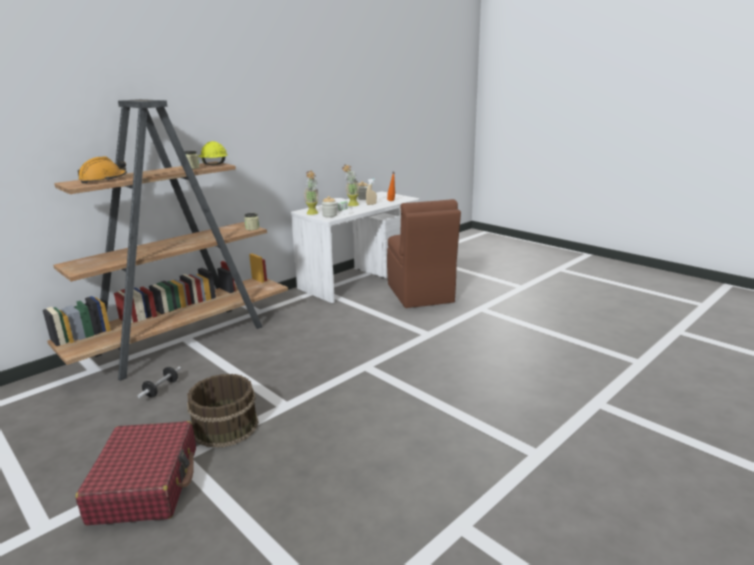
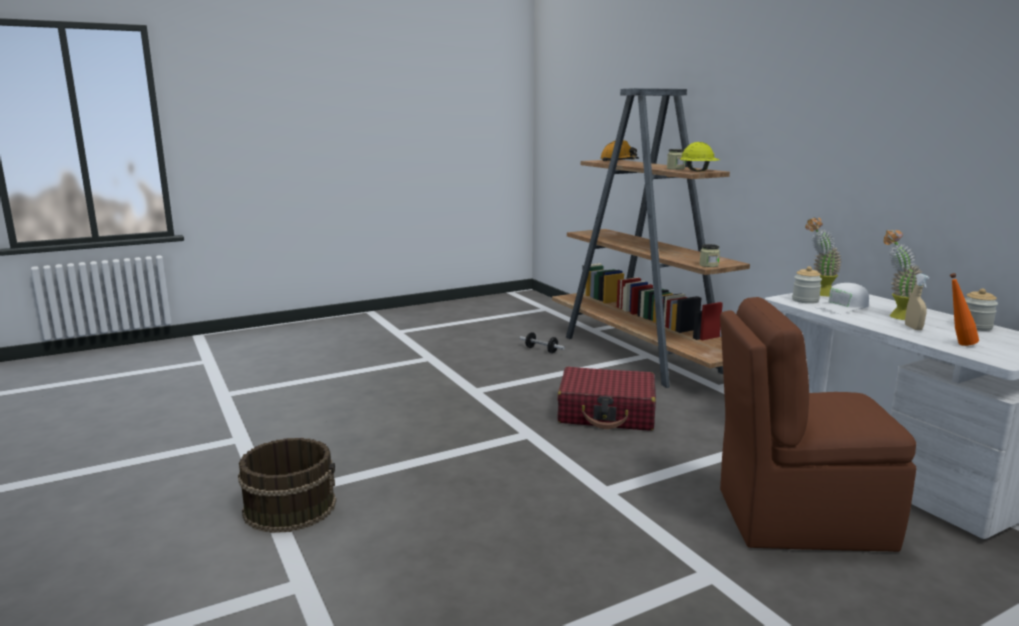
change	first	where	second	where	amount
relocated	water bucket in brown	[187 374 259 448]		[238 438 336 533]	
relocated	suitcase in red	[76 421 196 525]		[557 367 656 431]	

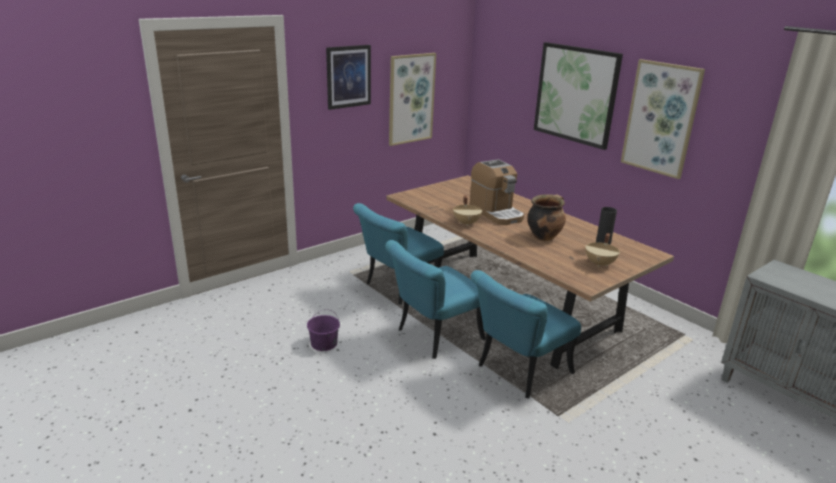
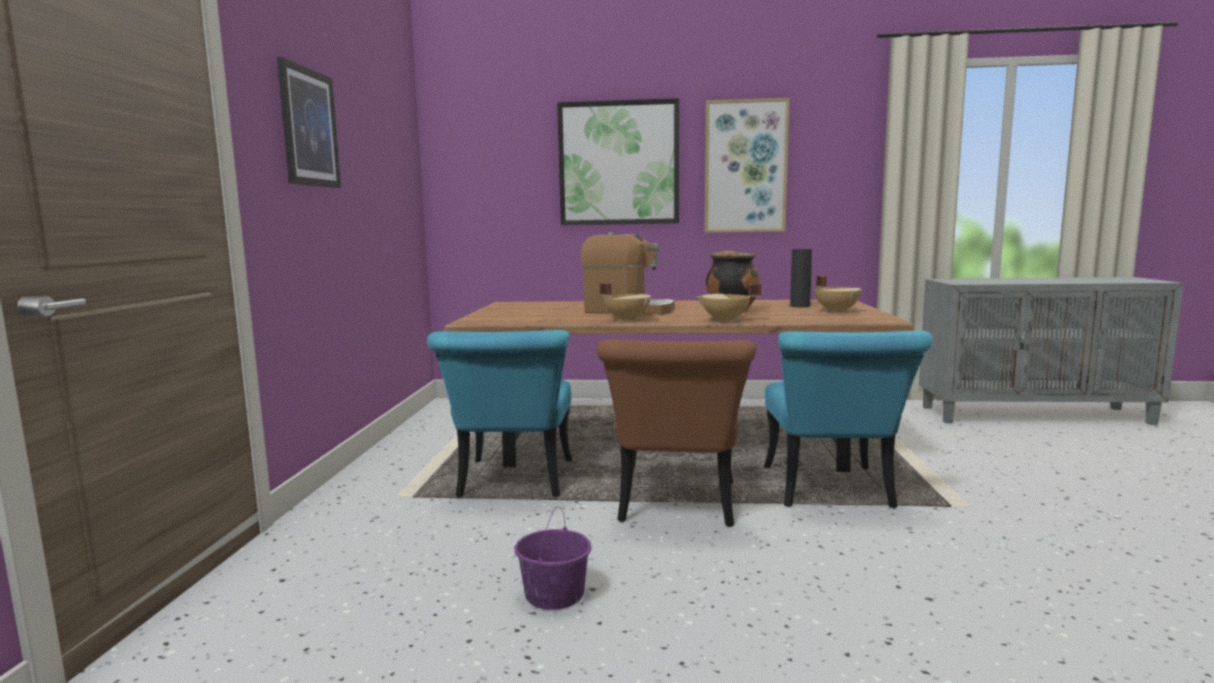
change	first	where	second	where	amount
missing	picture	[389 53 436 146]			
colour	plain chair in blue-green	[385 240 486 359]	plain chair in brown	[597 340 756 527]	
appeared			cooking pot in beige-coloured	[696 284 761 322]	

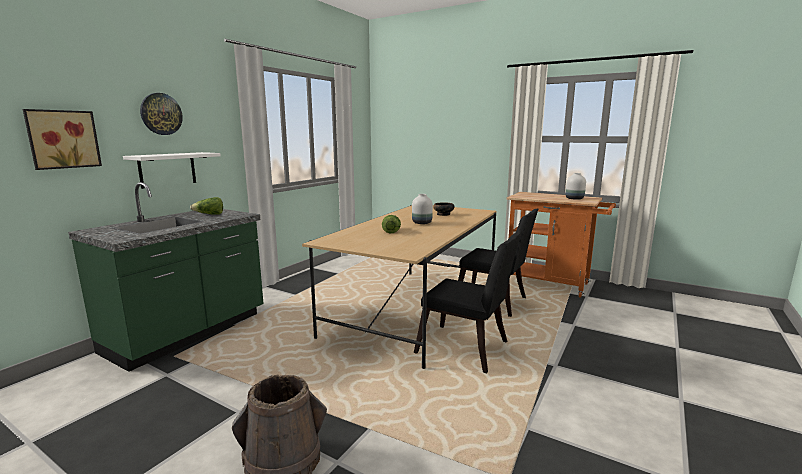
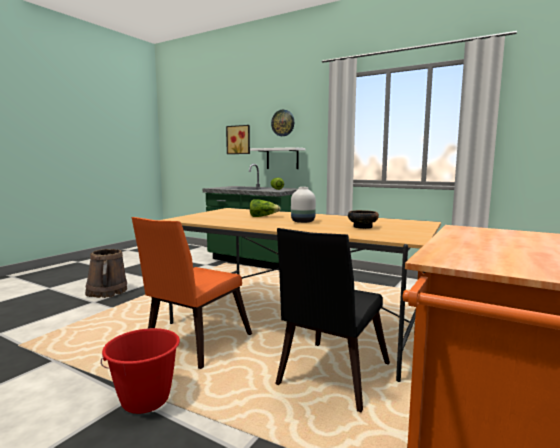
change	first	where	second	where	amount
missing	flower vase in white	[565 173 586 200]			
colour	plain chair in blackish	[414 231 522 373]	plain chair in orange	[132 217 252 369]	
appeared			water bucket in red	[101 328 180 414]	

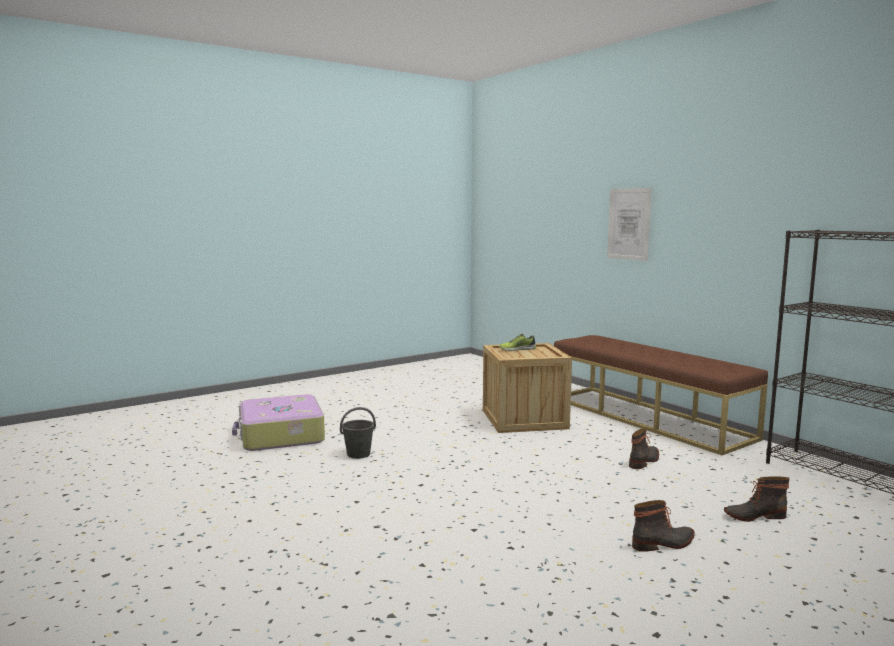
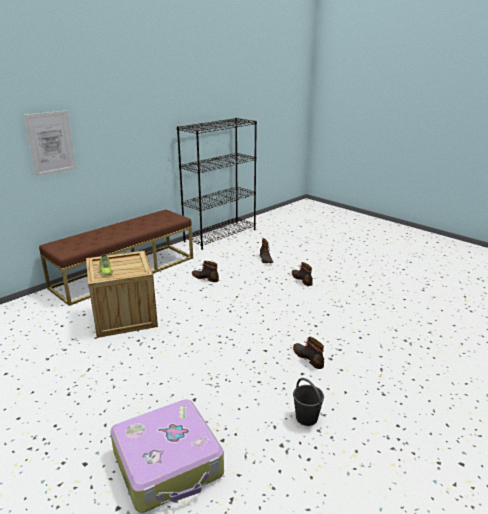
change	first	where	second	where	amount
relocated	water bucket in gray	[340 407 376 459]		[293 378 324 426]	
appeared			high-top boot	[293 337 324 369]	

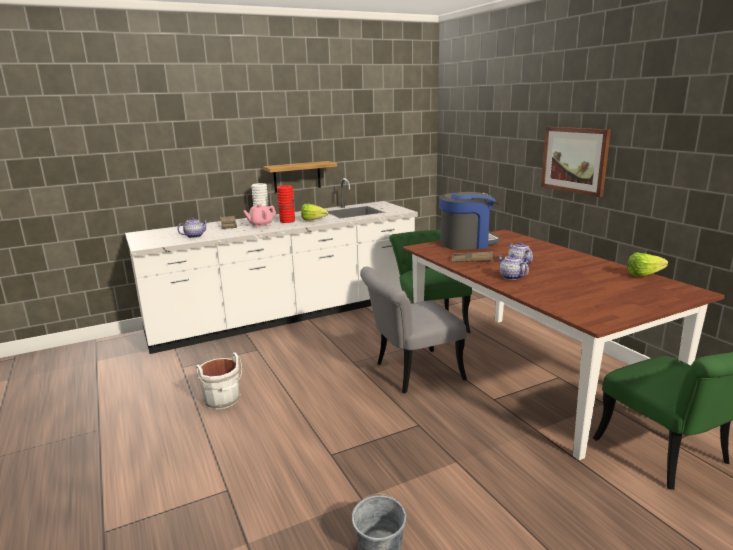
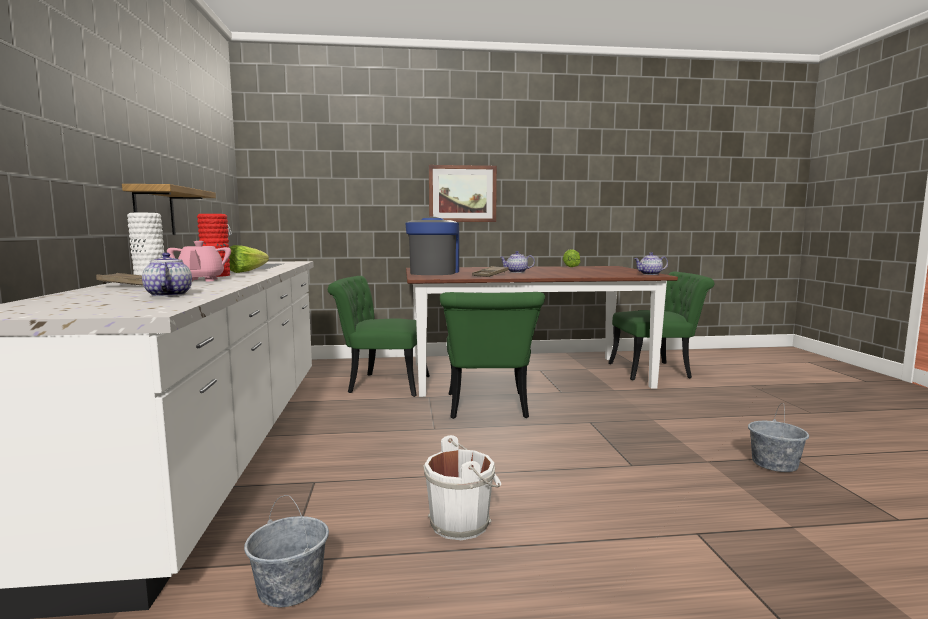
change	first	where	second	where	amount
relocated	teapot	[498 254 529 280]		[634 252 668 275]	
colour	plain chair in gray	[360 266 467 393]	plain chair in green-coloured	[440 292 545 419]	
appeared			water bucket in gray	[244 495 329 607]	

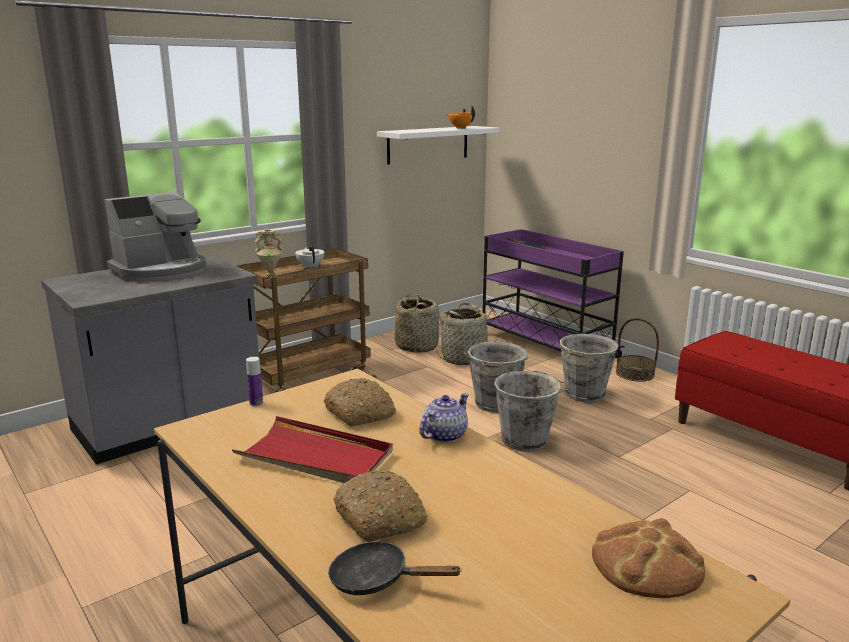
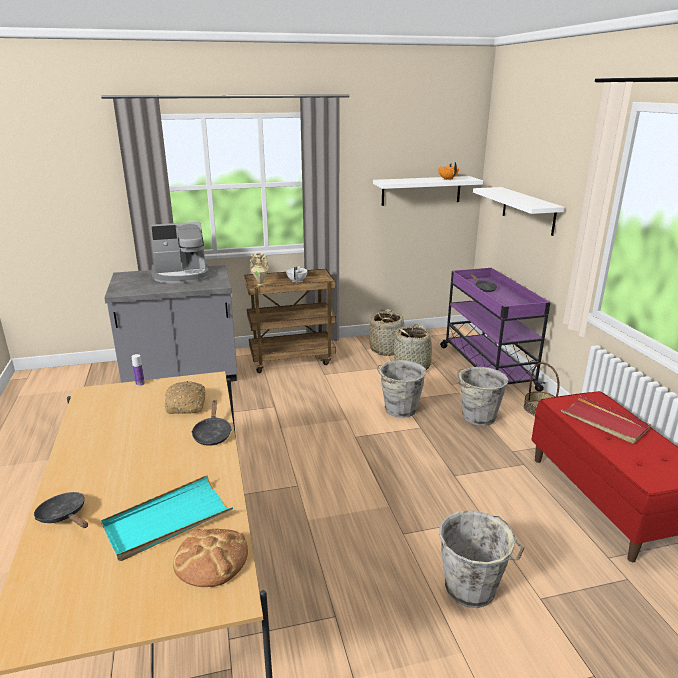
change	first	where	second	where	amount
relocated	water bucket in gray	[494 371 569 452]		[439 510 524 608]	
exchanged	teapot	[419 393 469 443]	skillet in blackish	[191 400 232 446]	
relocated	carrying tray in red	[232 416 393 483]		[560 395 651 444]	
missing	bakery bread	[333 470 427 542]			
appeared			bracket shelf in white	[473 187 565 236]	
appeared			carrying tray in blue-green	[101 475 233 561]	

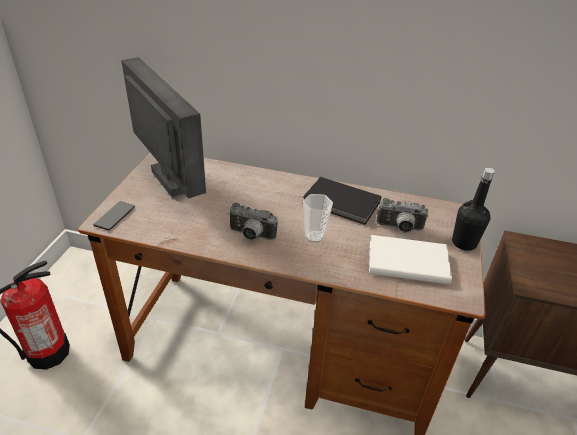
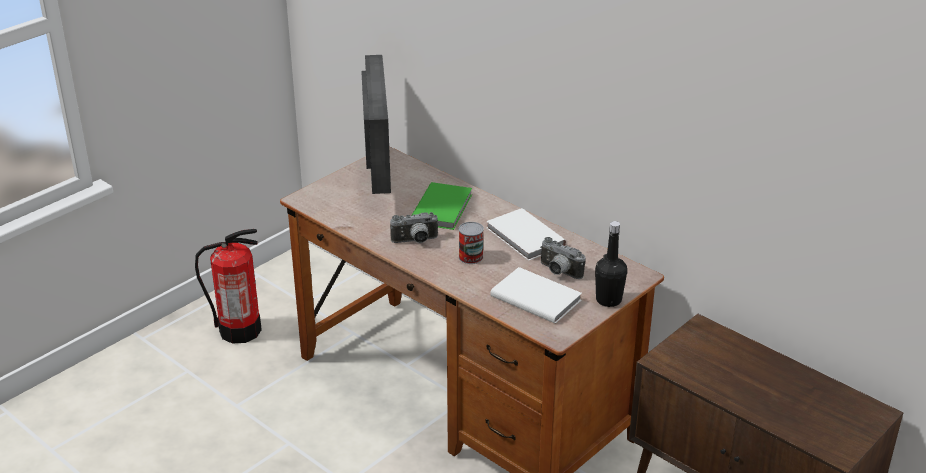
change	first	where	second	where	amount
colour	book in blackish	[302 177 381 225]	book in white	[486 208 566 261]	
exchanged	cup	[303 194 333 243]	can	[459 222 484 264]	
missing	phone	[94 201 135 230]			
spun	still camera	[228 203 278 240]		[390 212 439 243]	60 degrees counterclockwise
appeared			book in green-coloured	[411 182 472 230]	

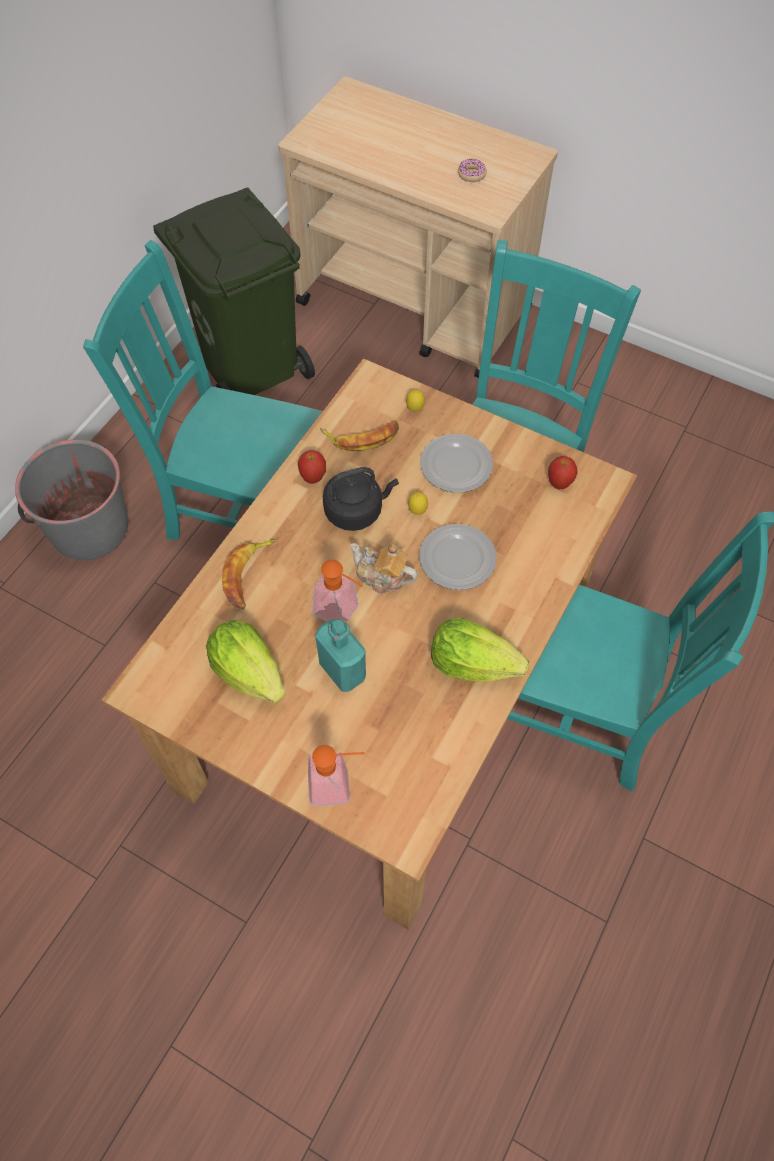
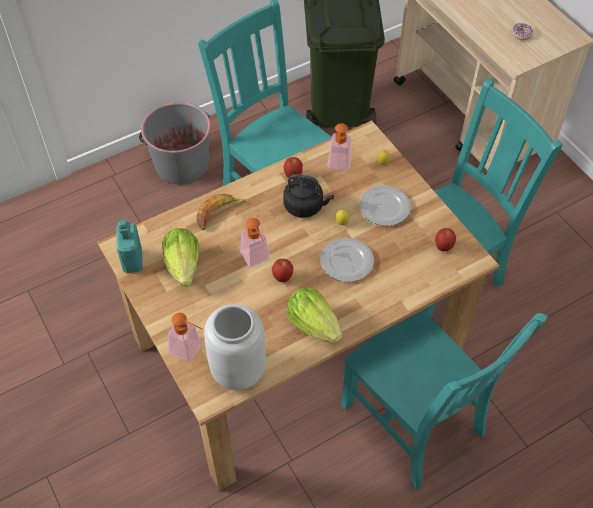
change	first	where	second	where	amount
exchanged	whole banana	[320 421 399 451]	soap bottle	[327 123 352 170]	
missing	teapot	[351 543 417 594]			
relocated	bottle in blue-green	[315 619 366 692]		[116 220 143 273]	
appeared			whole apple	[272 259 293 282]	
appeared			flower vase in gray	[204 304 266 390]	

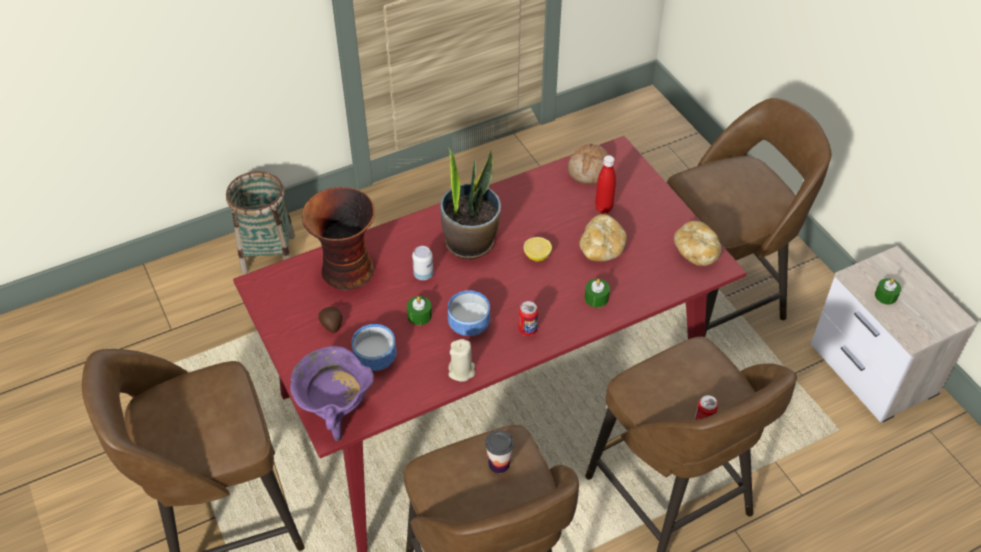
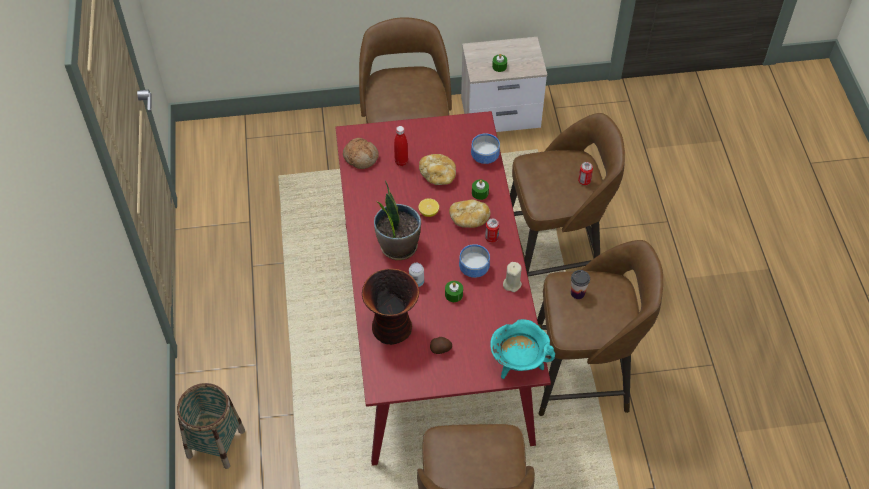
change	first	where	second	where	amount
relocated	bakery bread	[674 221 721 266]		[449 199 490 228]	
relocated	deep dish	[352 324 397 371]		[471 133 500 164]	
colour	cooking pot in purple-coloured	[290 346 374 441]	cooking pot in blue-green	[490 319 555 379]	

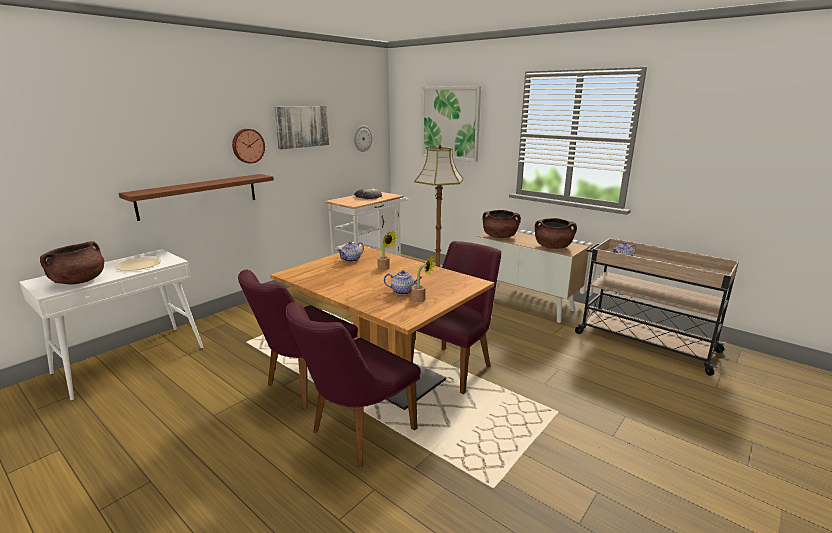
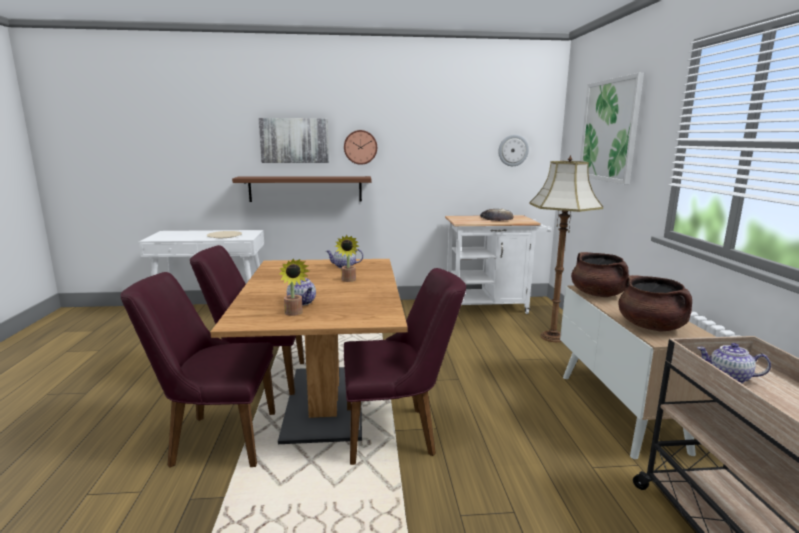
change	first	where	second	where	amount
relocated	picture	[274 106 329 149]		[258 118 329 163]	
missing	cooking pot in brown	[40 241 104 284]			

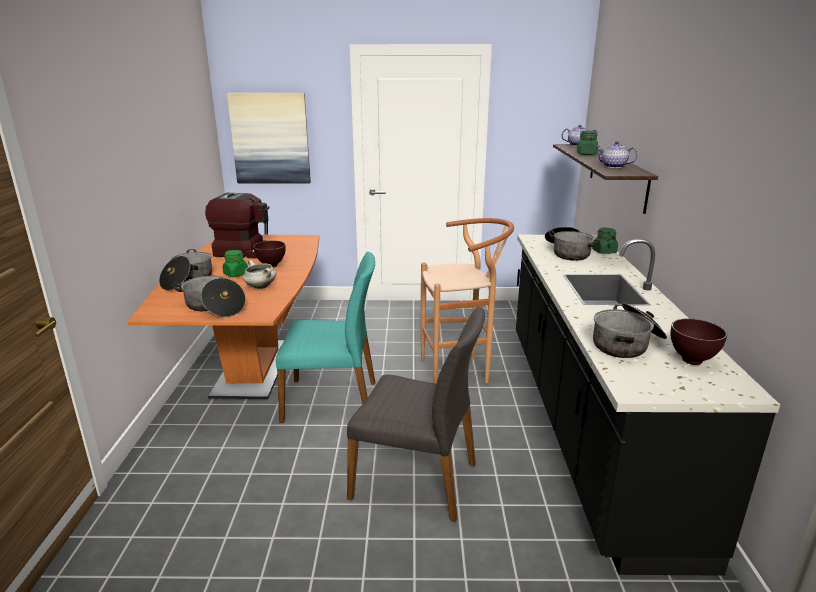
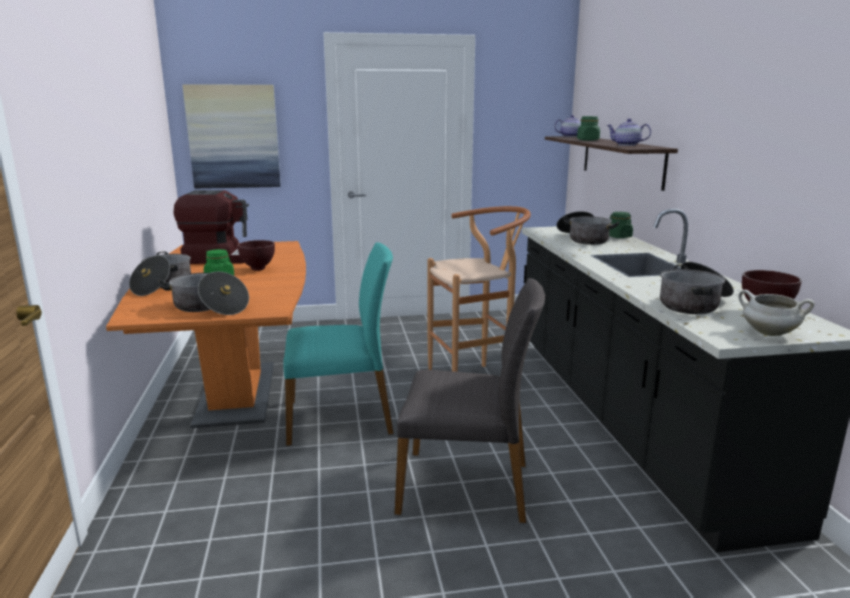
change	first	where	second	where	amount
relocated	cooking pot in white	[243 260 276 289]		[738 290 815 336]	

